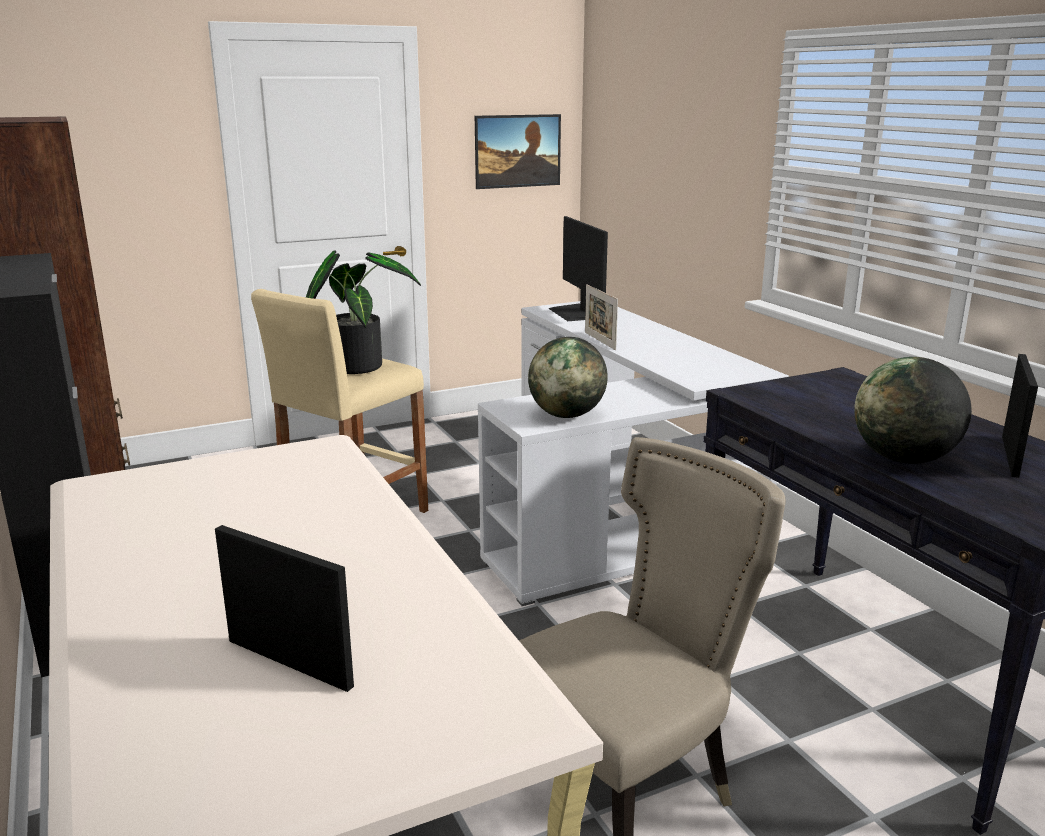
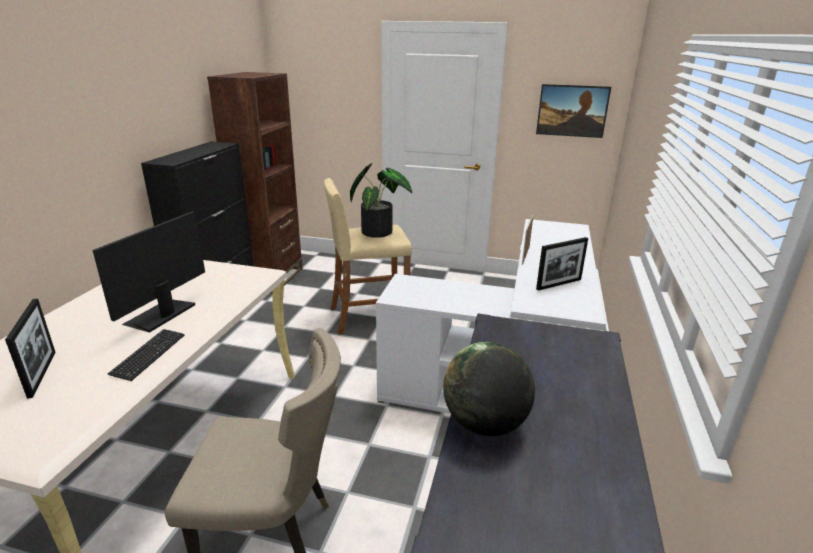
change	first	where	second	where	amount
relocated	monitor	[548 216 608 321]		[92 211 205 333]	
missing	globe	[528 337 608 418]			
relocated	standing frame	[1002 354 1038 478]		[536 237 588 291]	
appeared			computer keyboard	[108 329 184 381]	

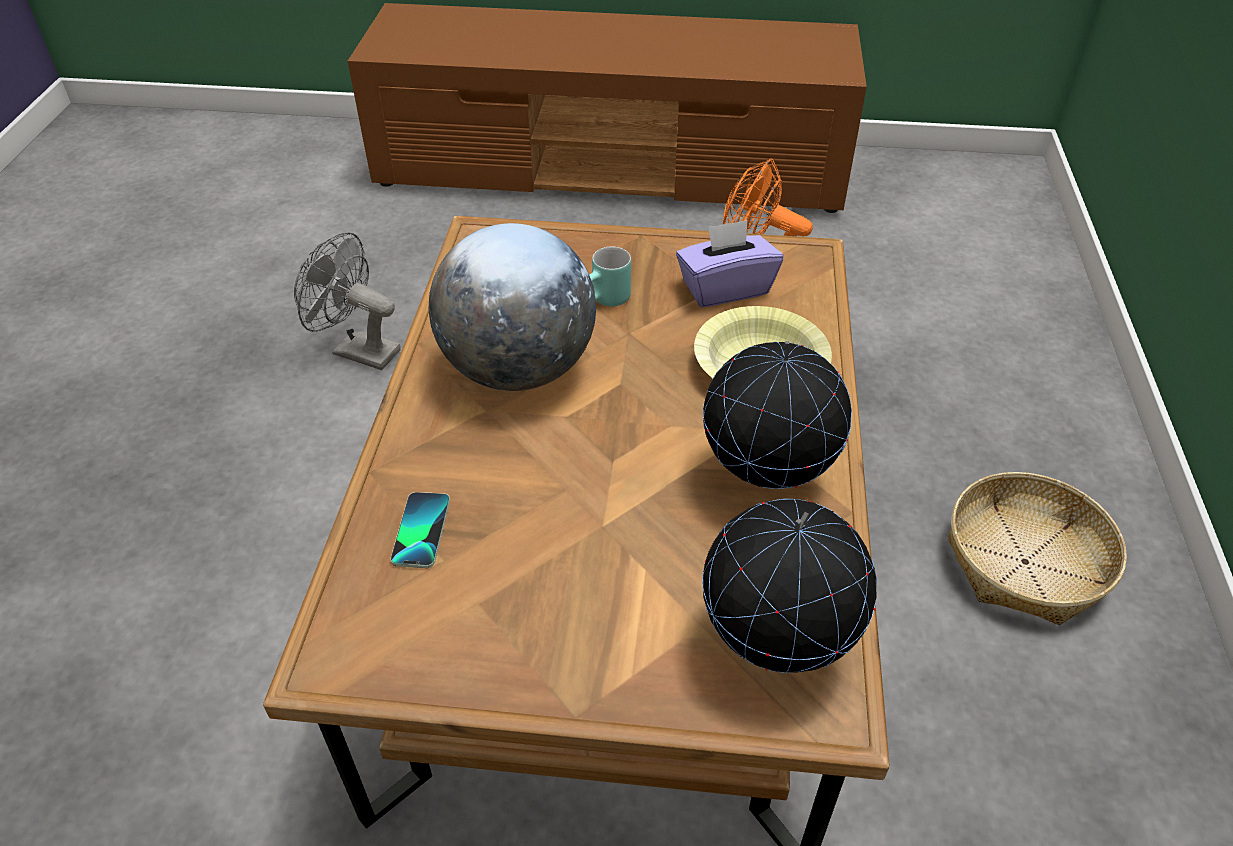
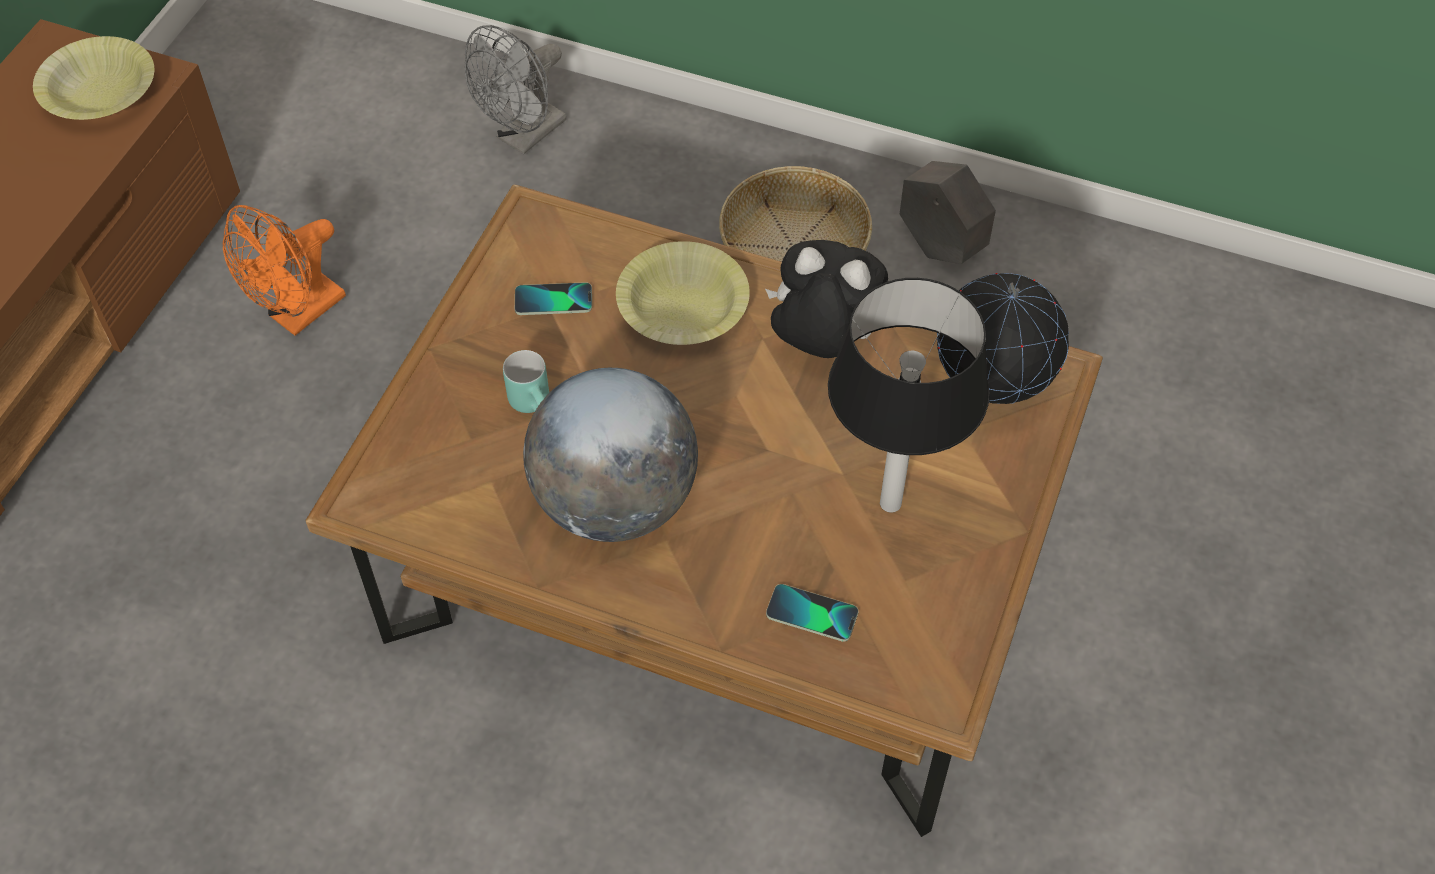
change	first	where	second	where	amount
exchanged	box of tissues in purple-coloured	[676 220 783 307]	phone	[515 282 592 315]	
relocated	cooling fan in gray	[294 232 401 370]		[465 25 566 155]	
exchanged	globe	[703 341 852 489]	soft toy	[765 240 888 358]	
appeared			deep dish in yellow	[33 36 154 120]	
appeared			planter in gray	[900 161 996 264]	
appeared			table lamp	[828 278 990 513]	

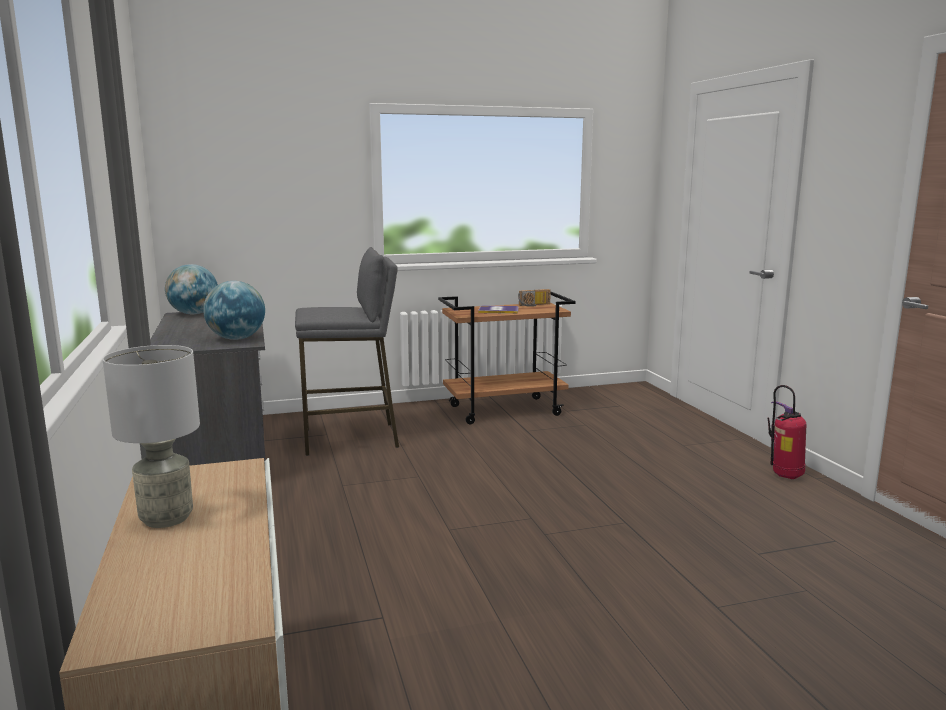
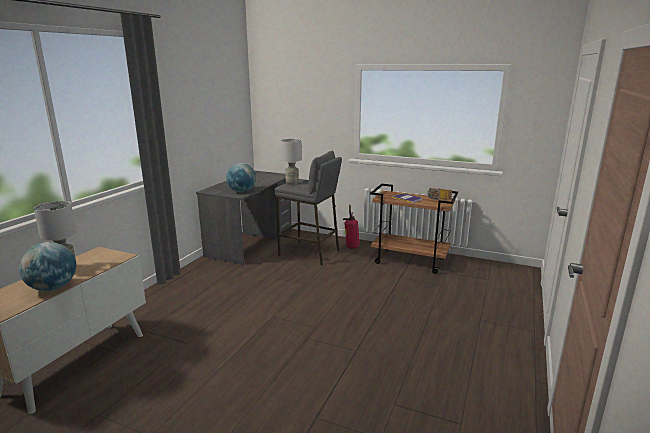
change	first	where	second	where	amount
relocated	globe	[165 264 218 314]		[19 242 76 291]	
relocated	fire-fighting cylinder	[768 385 806 479]		[343 205 360 249]	
appeared			table lamp in gray	[281 139 302 185]	

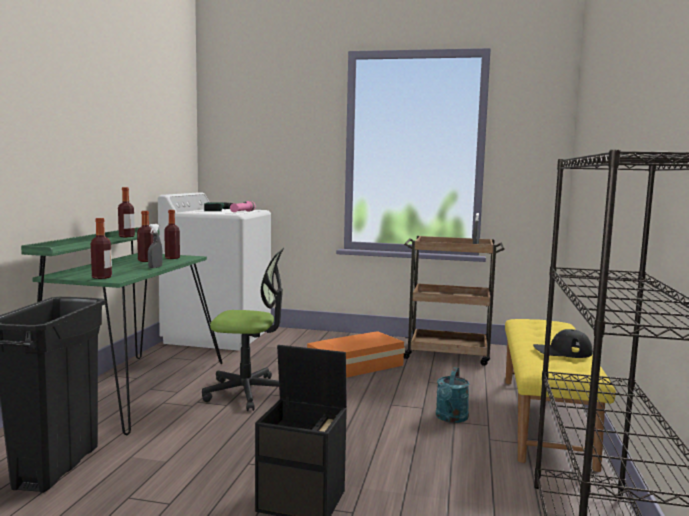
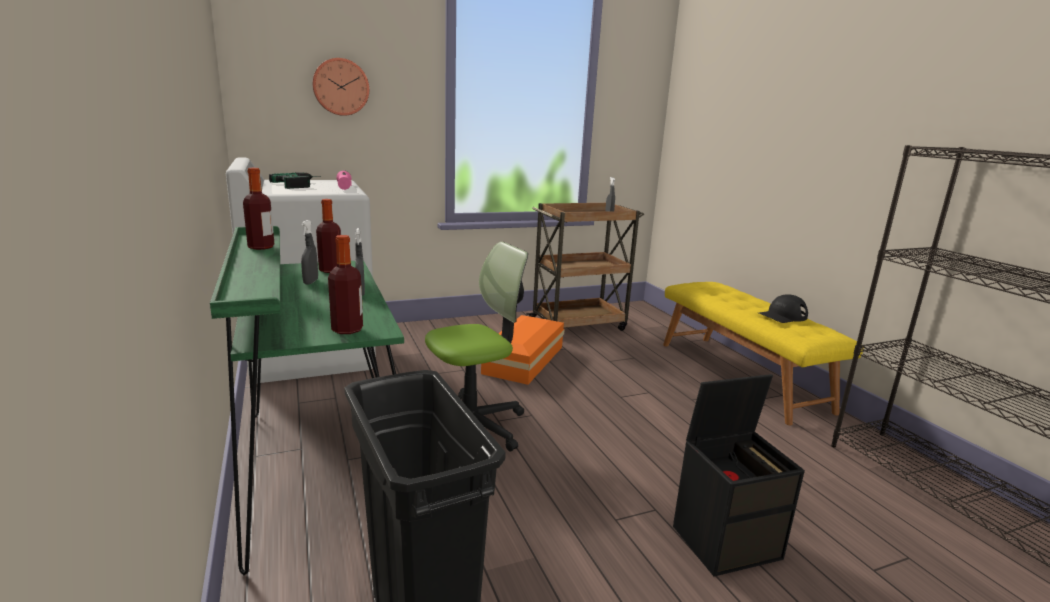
change	first	where	second	where	amount
exchanged	bottle	[137 211 153 262]	hand sprayer in gray	[301 220 318 285]	
missing	watering can in blue-green	[436 367 470 423]			
appeared			hanging clock	[312 58 369 116]	

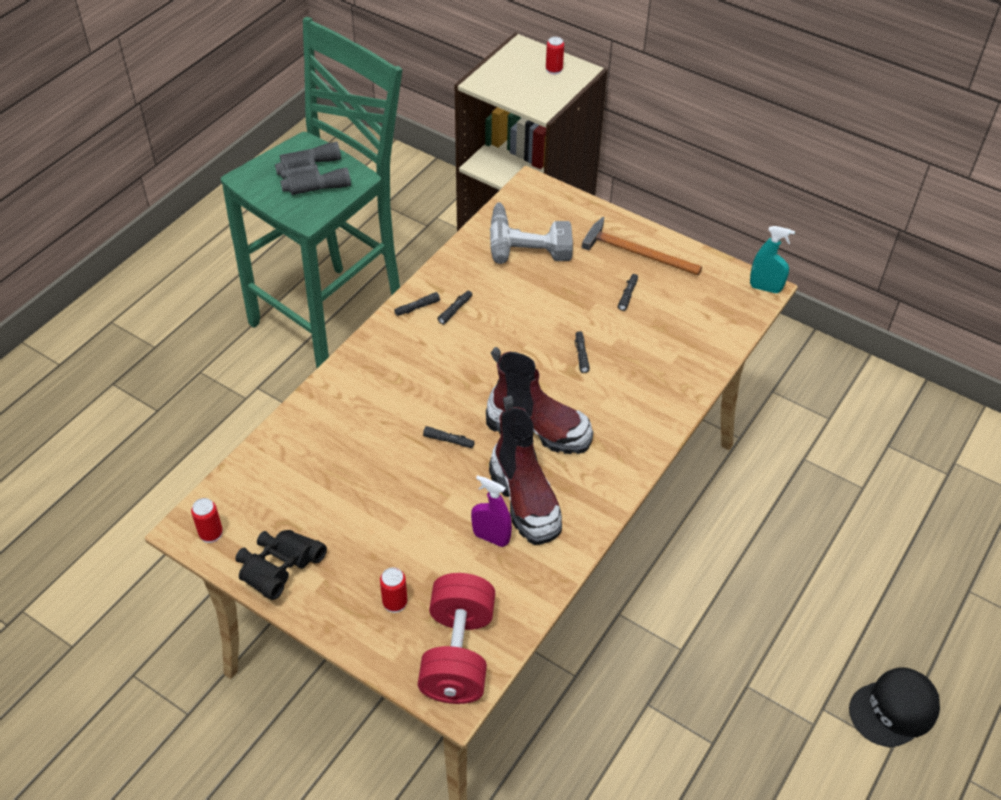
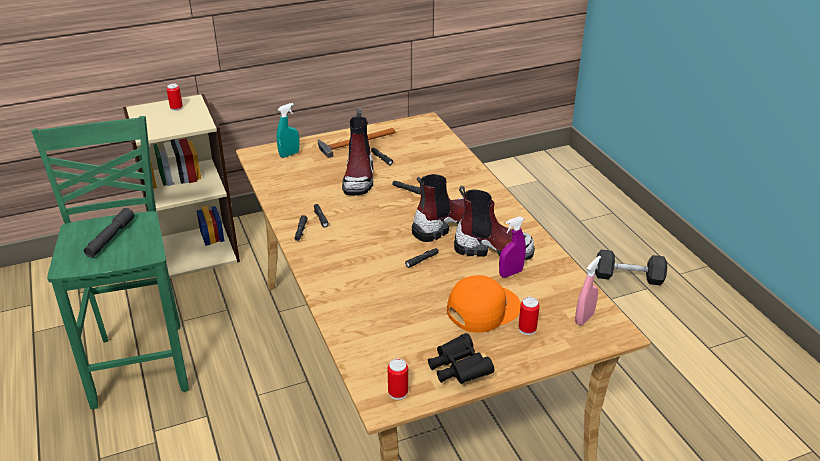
change	first	where	second	where	amount
exchanged	binoculars in gray	[275 142 351 195]	flashlight in gray	[84 208 135 258]	
missing	drill	[490 202 573 264]			
relocated	hand sprayer in blue-green	[750 226 795 293]		[277 103 300 158]	
exchanged	free weight in red	[418 573 495 704]	hand sprayer in pink-coloured	[575 256 601 325]	
exchanged	peaked cap in blackish	[849 667 940 747]	free weight in gray	[595 249 667 286]	
appeared			high-top boot	[342 109 373 195]	
appeared			peaked cap in orange	[447 275 521 333]	

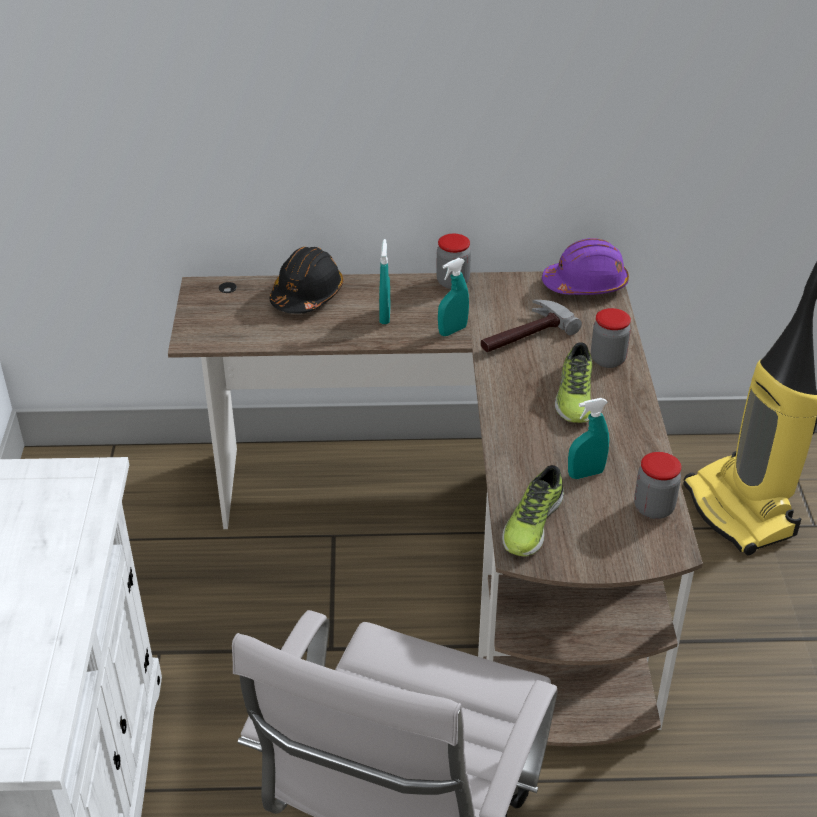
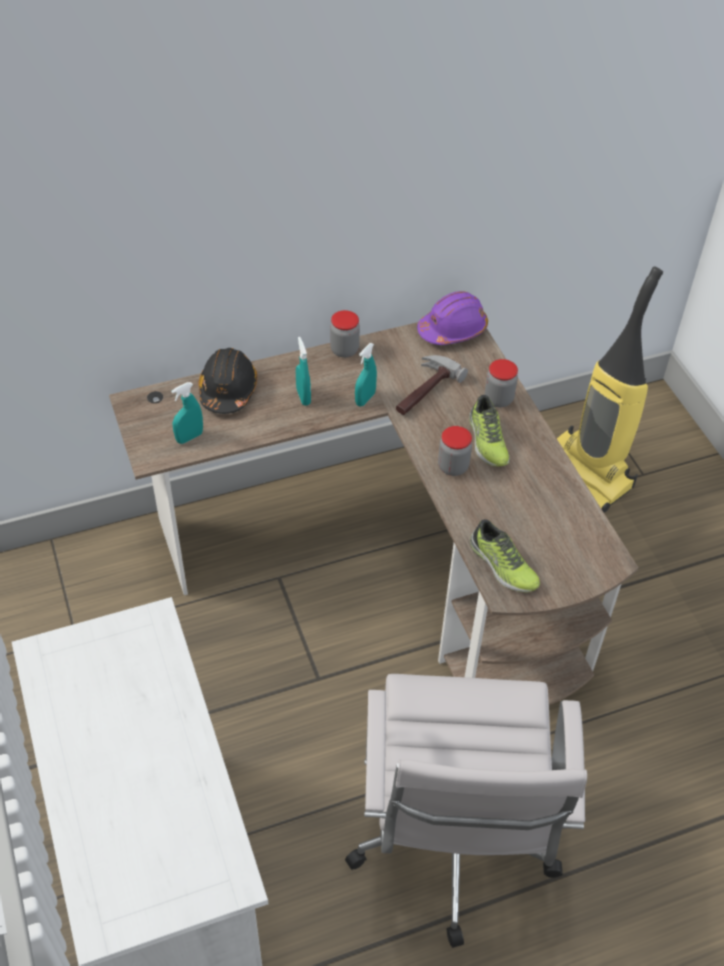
change	first	where	second	where	amount
relocated	hand sprayer in blue-green	[568 398 609 479]		[171 382 203 444]	
relocated	jar	[634 452 681 519]		[438 426 472 476]	
spun	low shoe	[502 465 564 556]		[470 519 540 593]	45 degrees counterclockwise

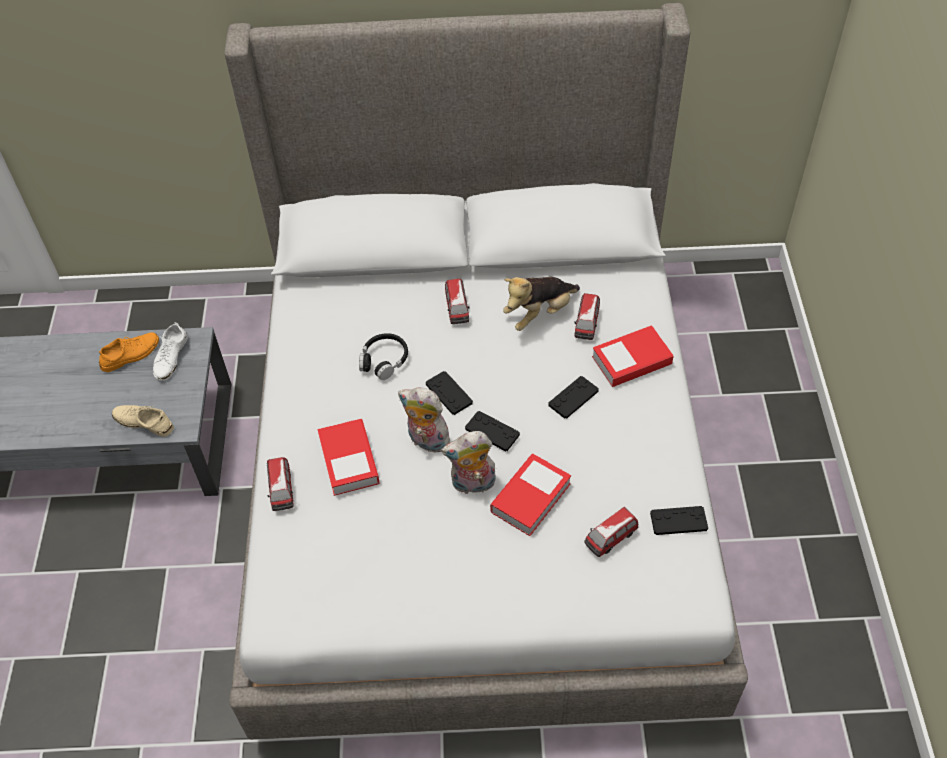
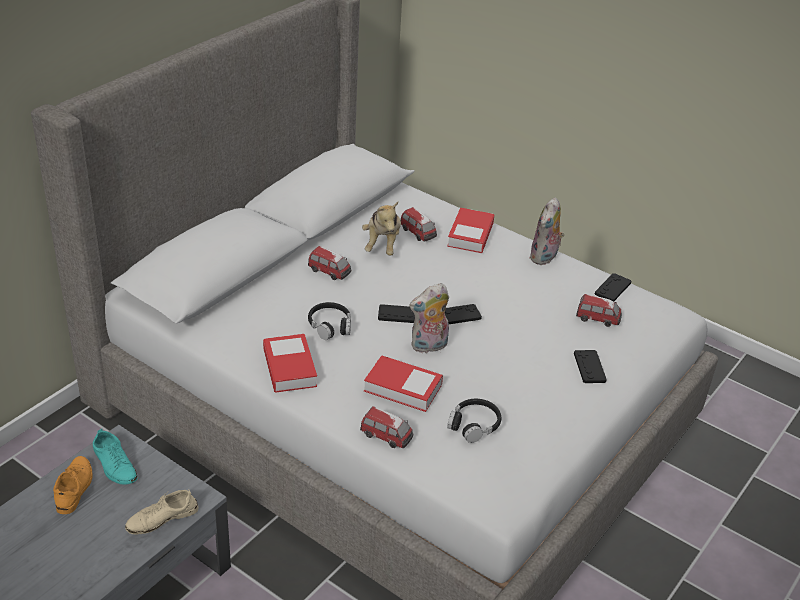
change	first	where	second	where	amount
colour	low shoe in white	[153 322 188 380]	low shoe in blue-green	[93 429 137 484]	
relocated	game controller in blackish	[548 376 599 419]		[574 350 607 383]	
relocated	soft toy	[441 431 496 494]		[529 197 564 265]	
relocated	book	[490 454 571 536]		[263 334 317 392]	
spun	toy car	[584 507 638 557]		[576 294 622 327]	75 degrees counterclockwise
appeared			headset in blackish	[447 399 501 443]	

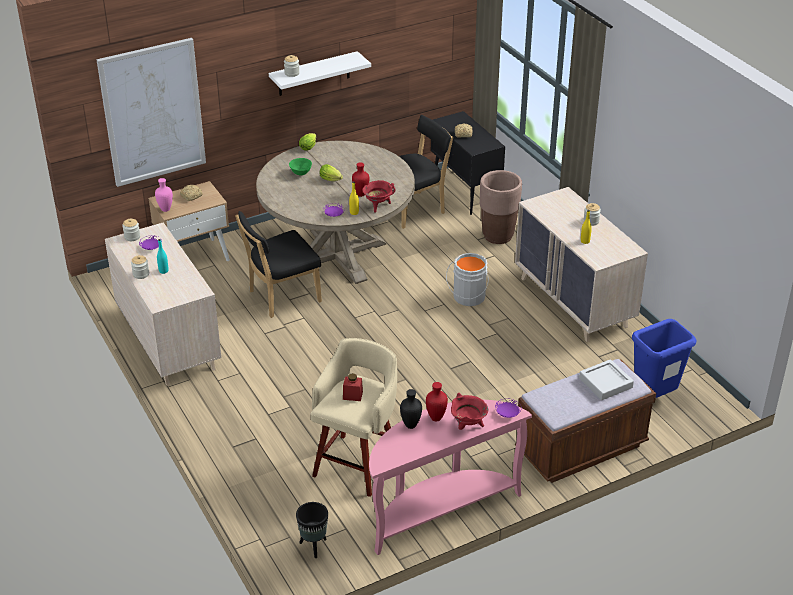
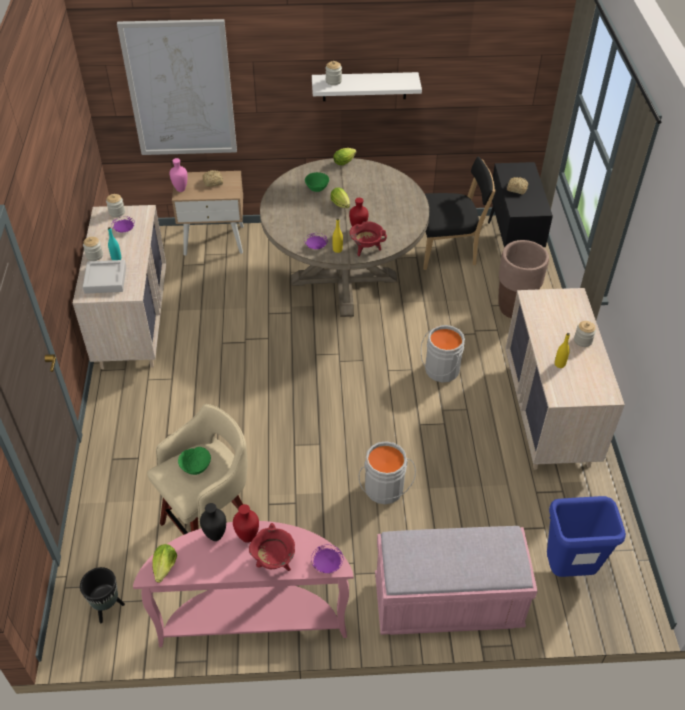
change	first	where	second	where	amount
missing	plain chair in blackish	[235 211 322 318]			
colour	bench in brown	[515 359 656 483]	bench in pink-coloured	[375 526 538 635]	
relocated	carrying tray in gray	[579 359 634 400]		[83 260 126 294]	
exchanged	jar in red	[343 373 363 401]	deep dish in green-coloured	[178 447 211 475]	
appeared			water bucket in gray	[359 441 416 504]	
appeared			lettuce	[152 544 177 583]	

